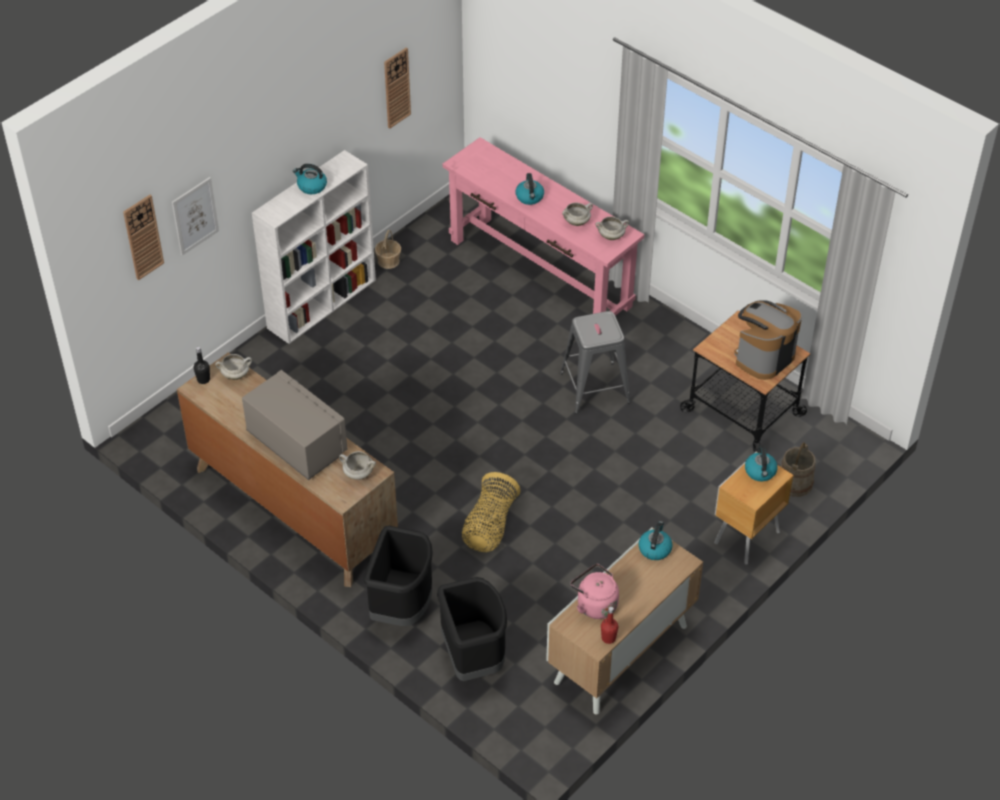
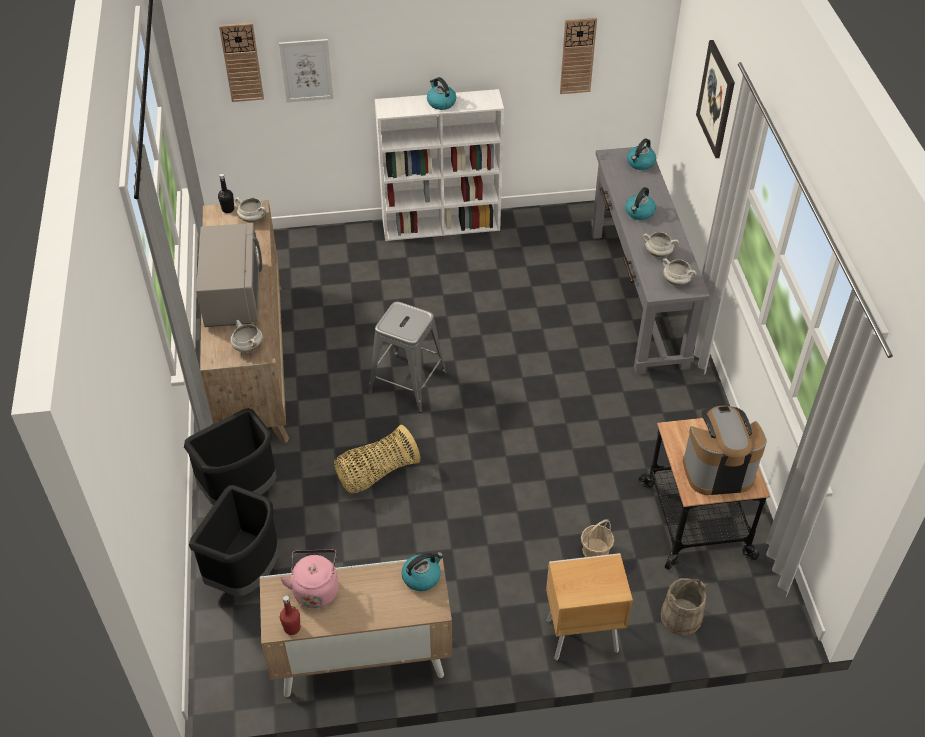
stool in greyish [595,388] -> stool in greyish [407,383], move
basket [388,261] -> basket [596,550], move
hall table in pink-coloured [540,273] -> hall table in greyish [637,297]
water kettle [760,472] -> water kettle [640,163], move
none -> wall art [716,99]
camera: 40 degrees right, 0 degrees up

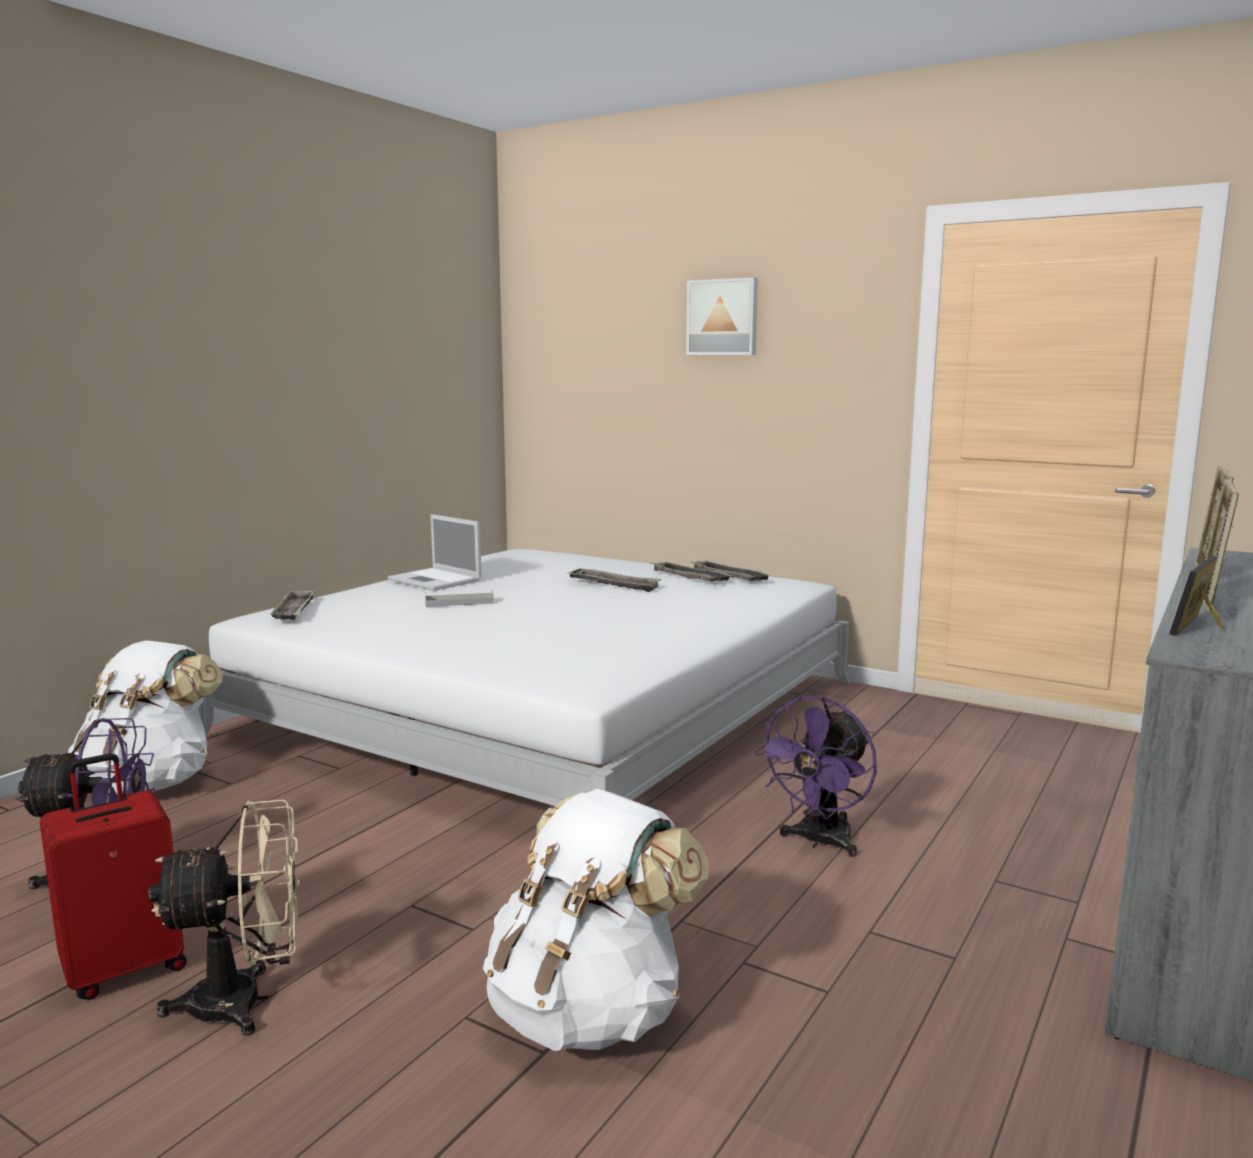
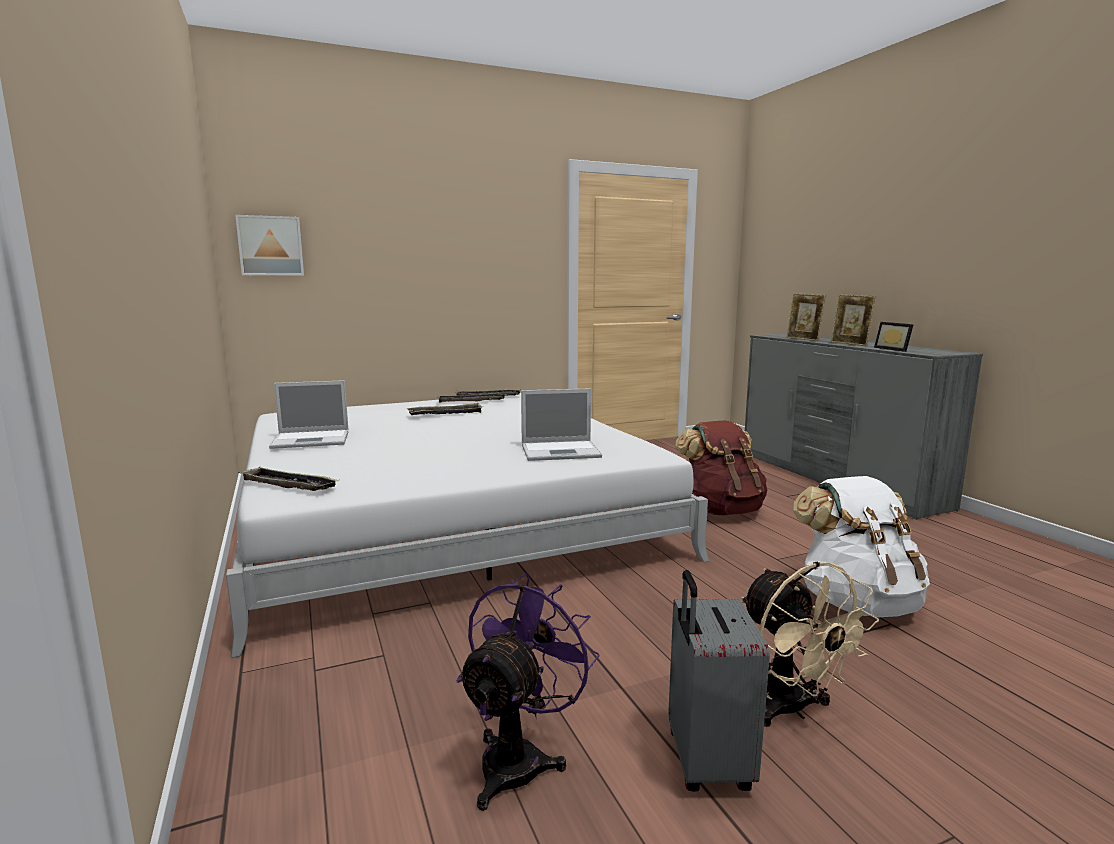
wall art [723,317] -> wall art [270,246], move
none -> portable computer [562,451]
suitcase in red [124,969] -> suitcase in greyish [705,762]
electric fan in purplish [819,842] -> knapsack in brown [720,510]
electric fan in beige [246,1002] -> electric fan in beige [791,709], 135 degrees clockwise
knapsack in whitish [150,783] -> none
serving tray in greyish [459,602] -> none
camera: 55 degrees left, 0 degrees up

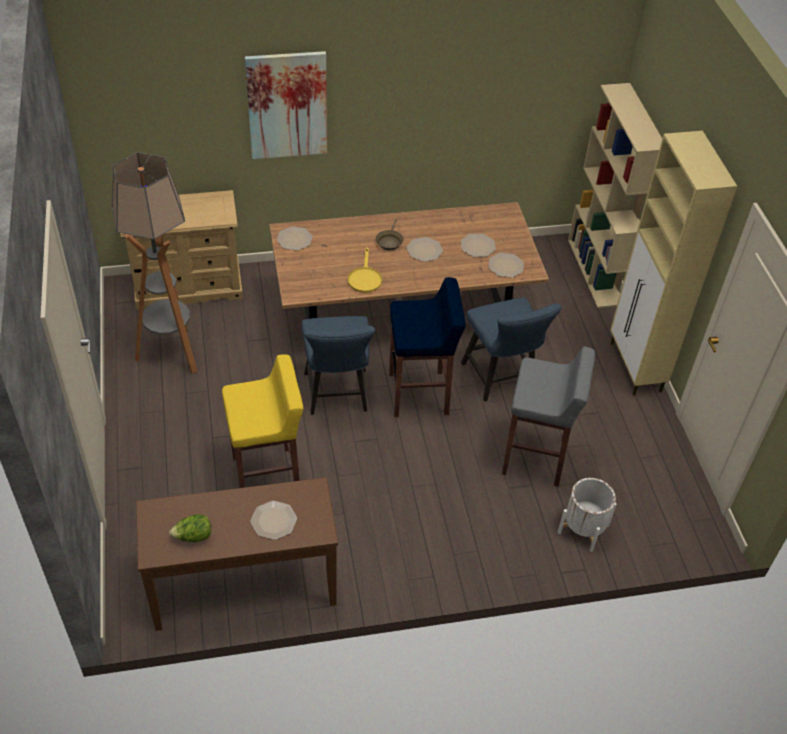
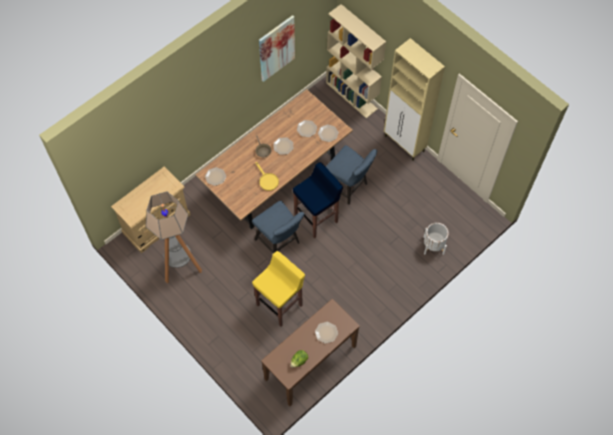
wall art [287,105] -> wall art [276,48], move
stool in greyish [535,457] -> none
camera: 30 degrees left, 15 degrees up

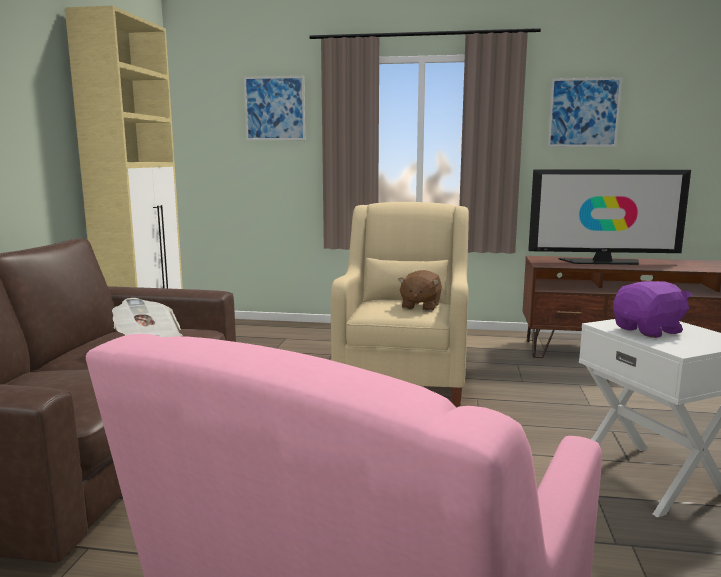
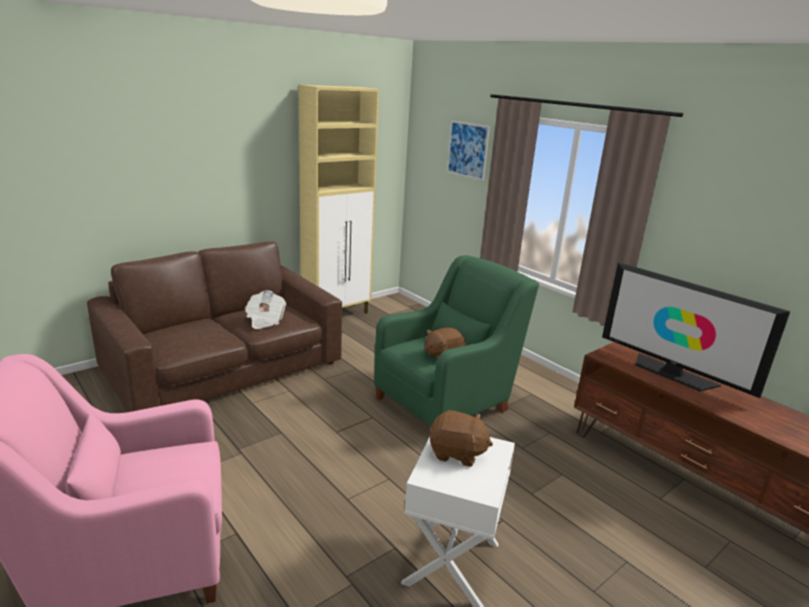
armchair in beige [403,376] -> armchair in green-coloured [446,402]
soft toy in purplish [649,330] -> soft toy in brown [457,453]
wall art [583,112] -> none
camera: 40 degrees right, 10 degrees up

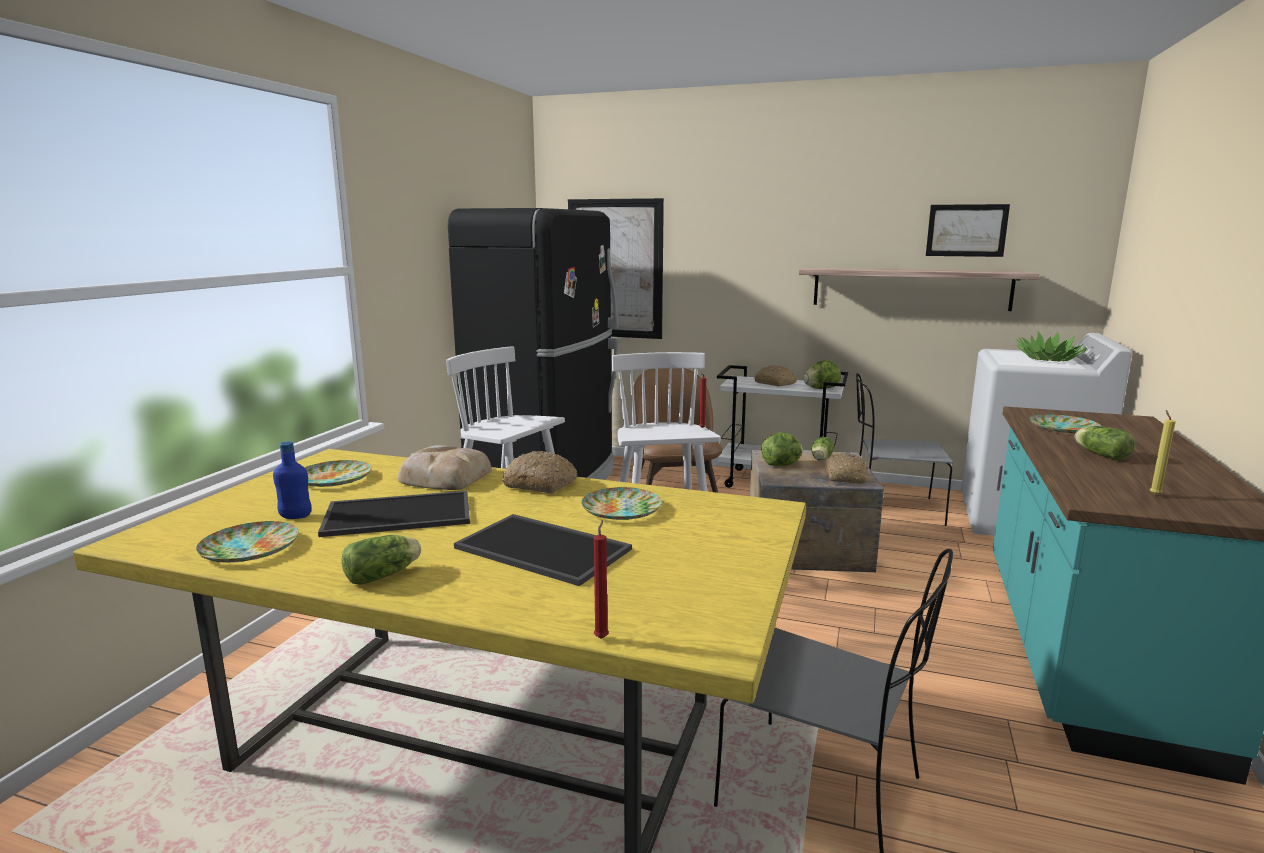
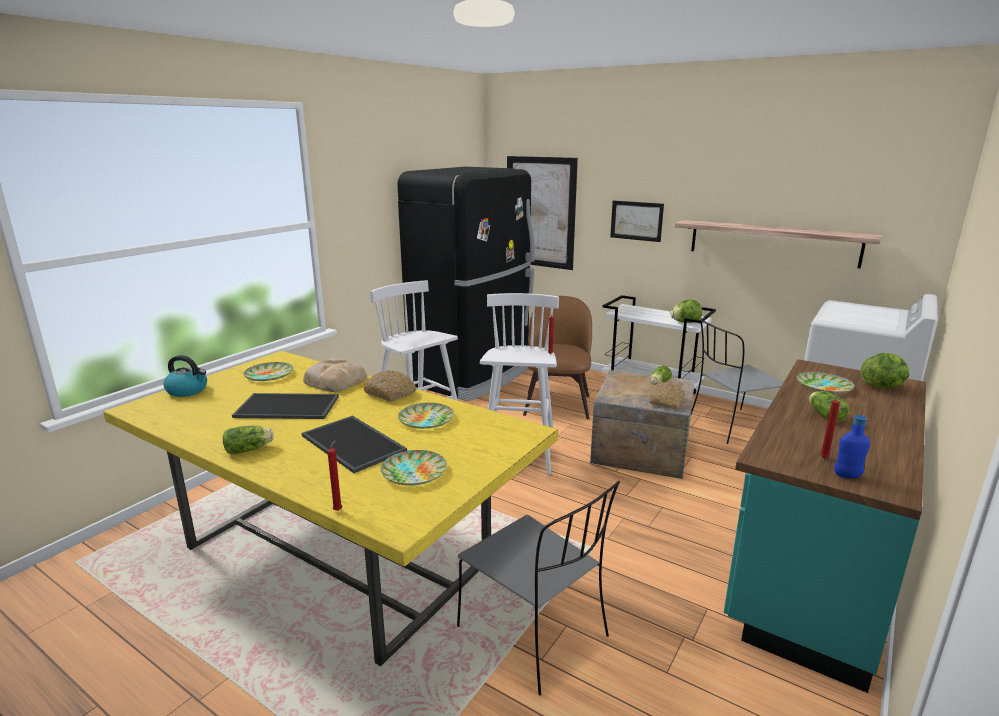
none -> water kettle [188,390]
plate [249,548] -> plate [413,472], move
wall art [966,230] -> wall art [636,220], move
chair in greyish [891,509] -> chair in greyish [732,426], 45 degrees counterclockwise
wax light in yellow [1154,494] -> wax light in red [824,457]
drink bottle in blue-coloured [295,516] -> drink bottle in blue-coloured [847,476], move
lettuce [782,465] -> lettuce [883,387], move
baked bread [775,383] -> none
plant in a pot [1048,359] -> none
camera: 15 degrees right, 5 degrees up

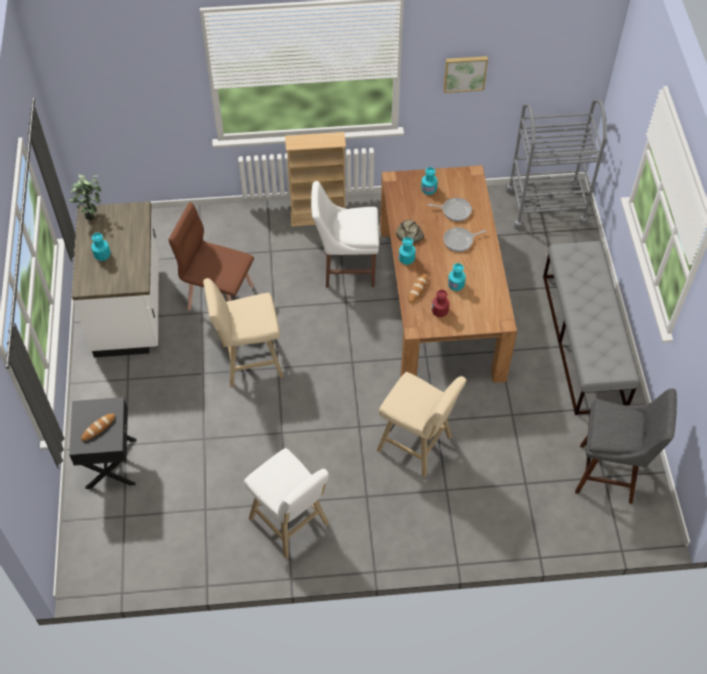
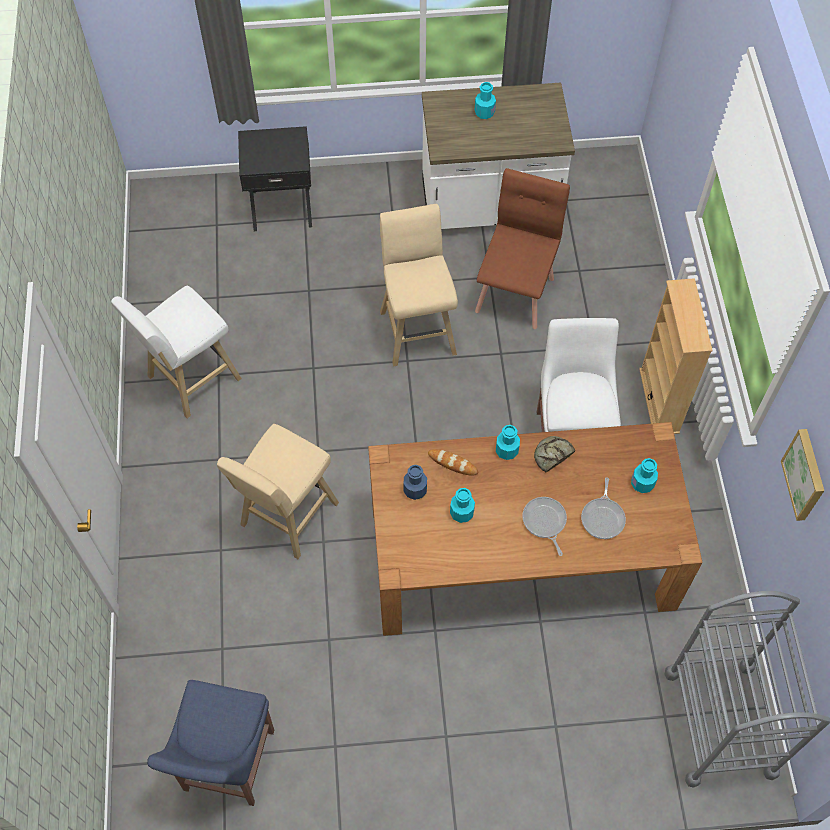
stool in greyish [610,474] -> chair in blue-coloured [227,765]
drink bottle in red [440,311] -> drink bottle in blue-coloured [415,490]
plant in a pot [91,213] -> none
baked bread [98,428] -> none
indoor bench in greyish [583,341] -> none
camera: 90 degrees right, 5 degrees up

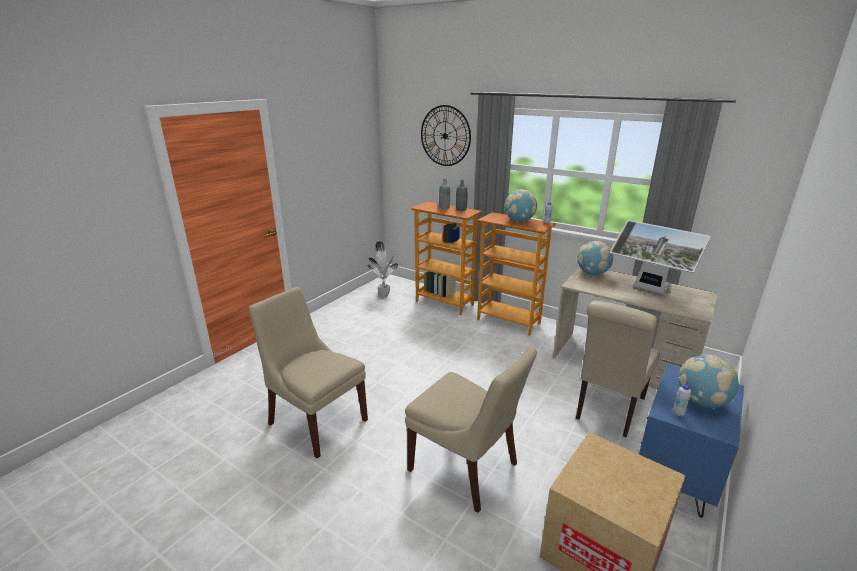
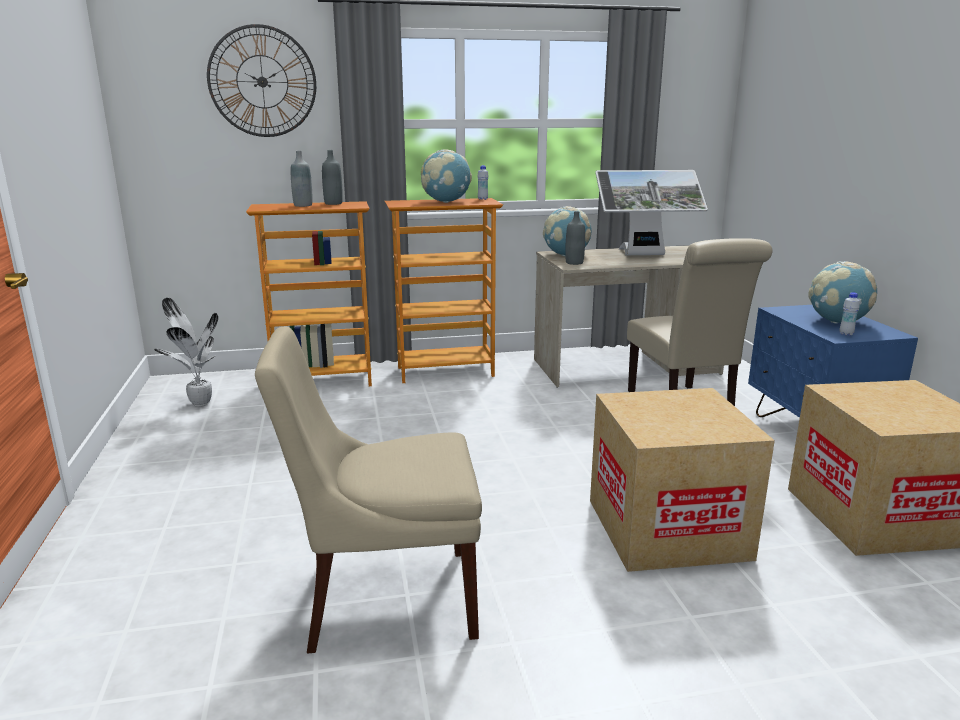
none -> drink bottle in greyish [574,263]
chair in beige [466,469] -> packing box [667,528]
camera: 45 degrees left, 5 degrees down

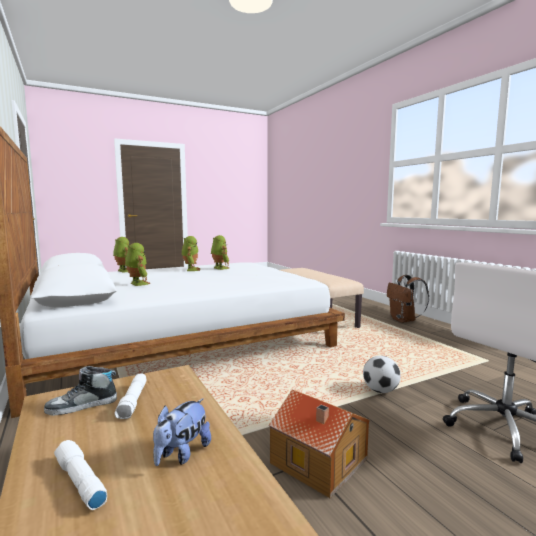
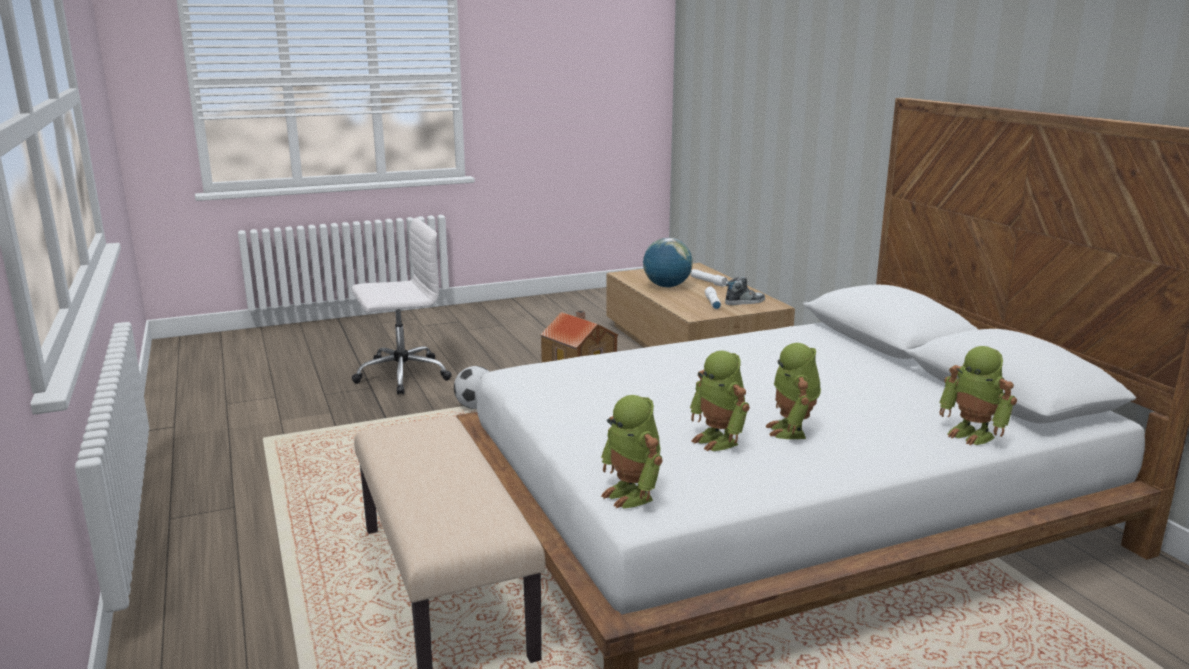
toy robot [137,284] -> toy robot [632,495], move
soft toy [182,454] -> desk globe [667,286]
knapsack in brown [404,320] -> none
camera: 175 degrees left, 10 degrees up

